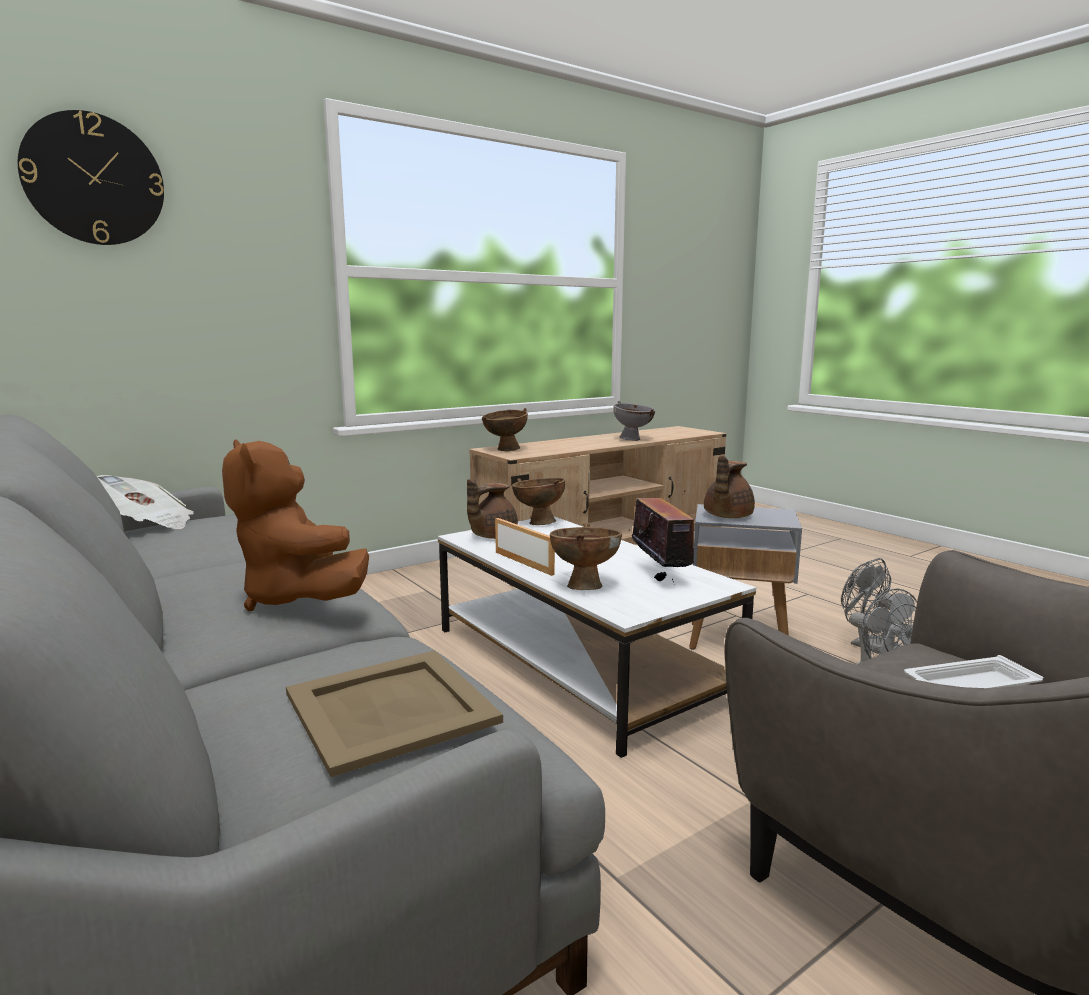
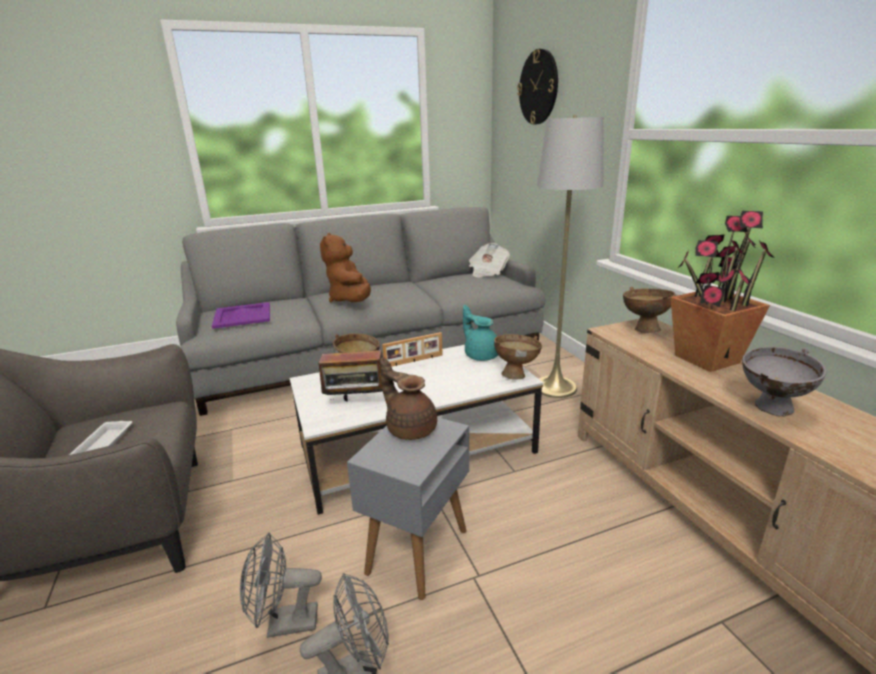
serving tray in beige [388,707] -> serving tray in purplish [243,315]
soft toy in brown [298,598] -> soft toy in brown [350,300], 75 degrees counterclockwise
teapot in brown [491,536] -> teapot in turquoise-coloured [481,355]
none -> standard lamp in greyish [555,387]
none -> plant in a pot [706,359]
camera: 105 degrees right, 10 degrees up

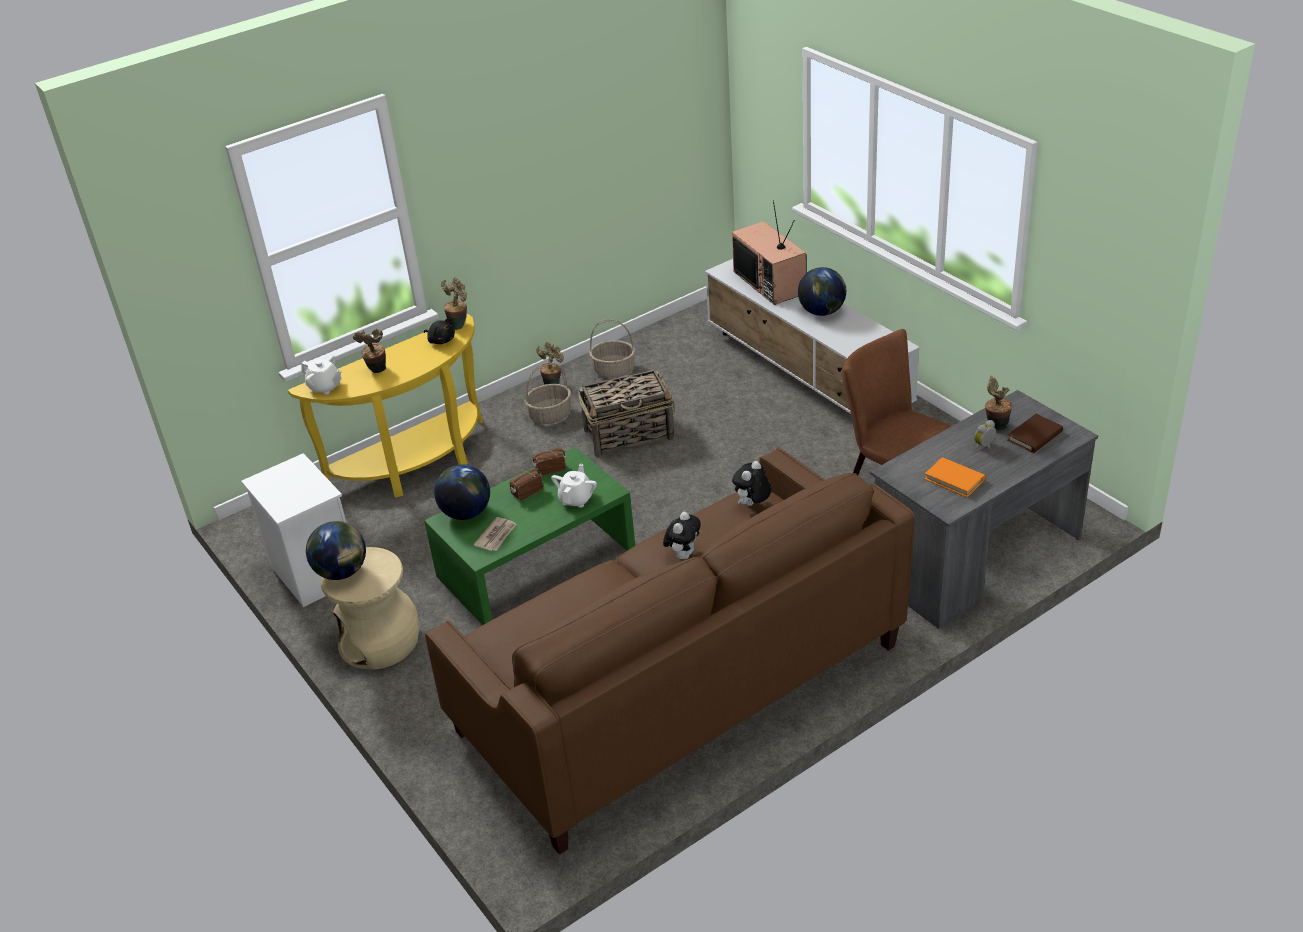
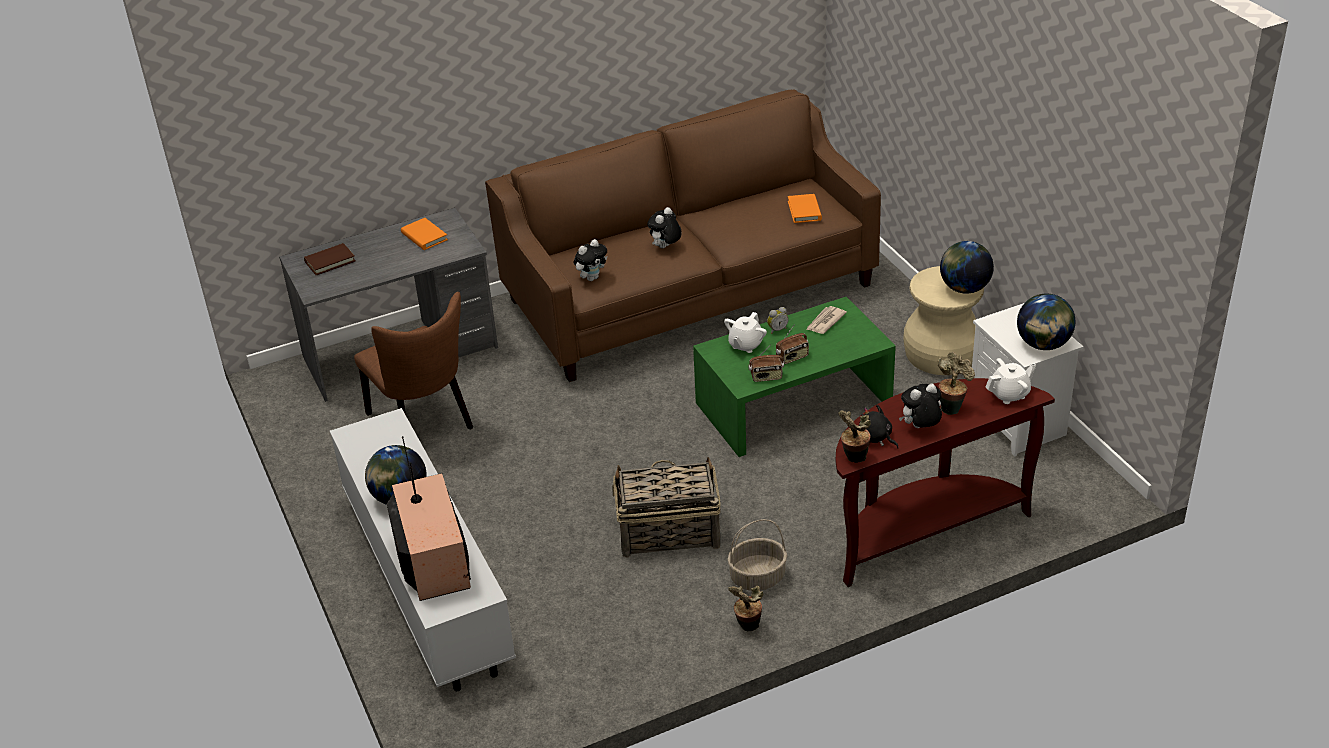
alarm clock [985,447] -> alarm clock [777,329], move
none -> volume in orangey [804,211]
hall table in yellow [416,466] -> hall table in brown [924,531]
none -> soft toy [920,428]
teapot in whitish [325,387] -> teapot in whitish [1009,394], 120 degrees clockwise
desk globe [466,513] -> desk globe [1043,344], move
basket [614,369] -> none
plant in a pot [995,425] -> none
camera: 170 degrees left, 0 degrees up

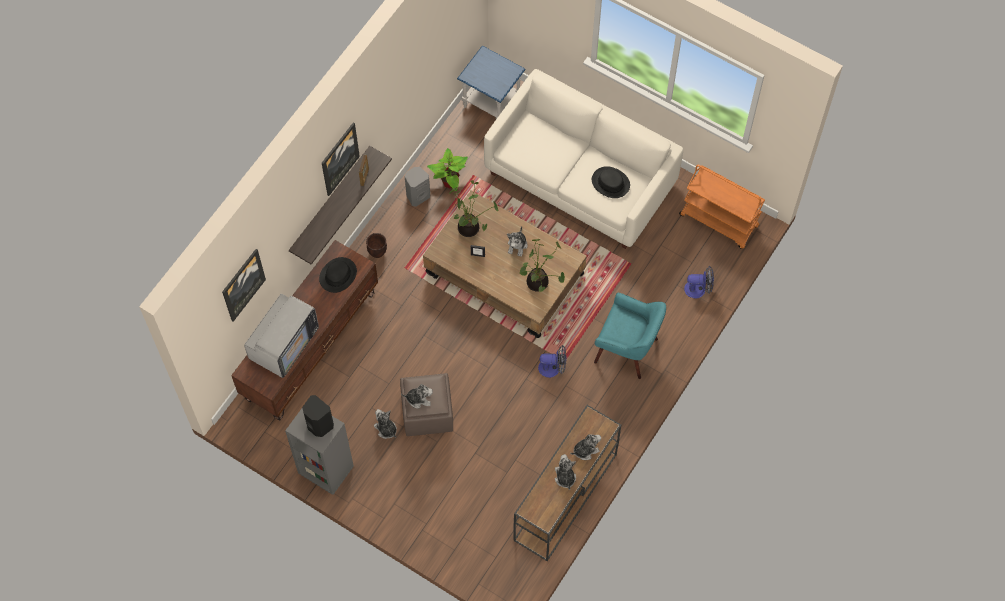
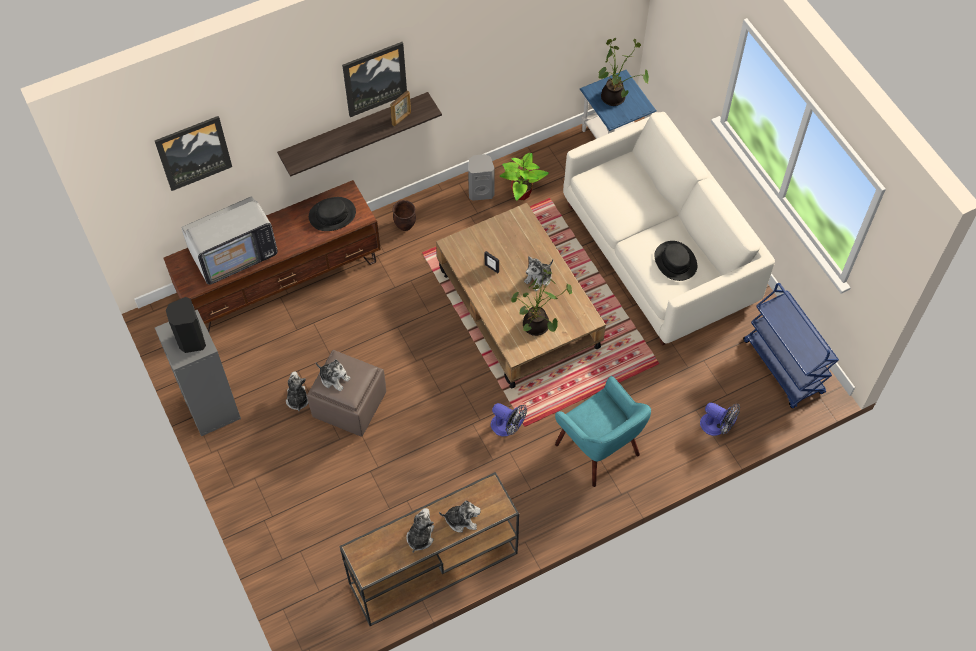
plant in a pot [470,227] -> plant in a pot [615,98], move
wheeled cart in orangey [719,221] -> wheeled cart in blue-coloured [784,367]
camera: 30 degrees right, 5 degrees down

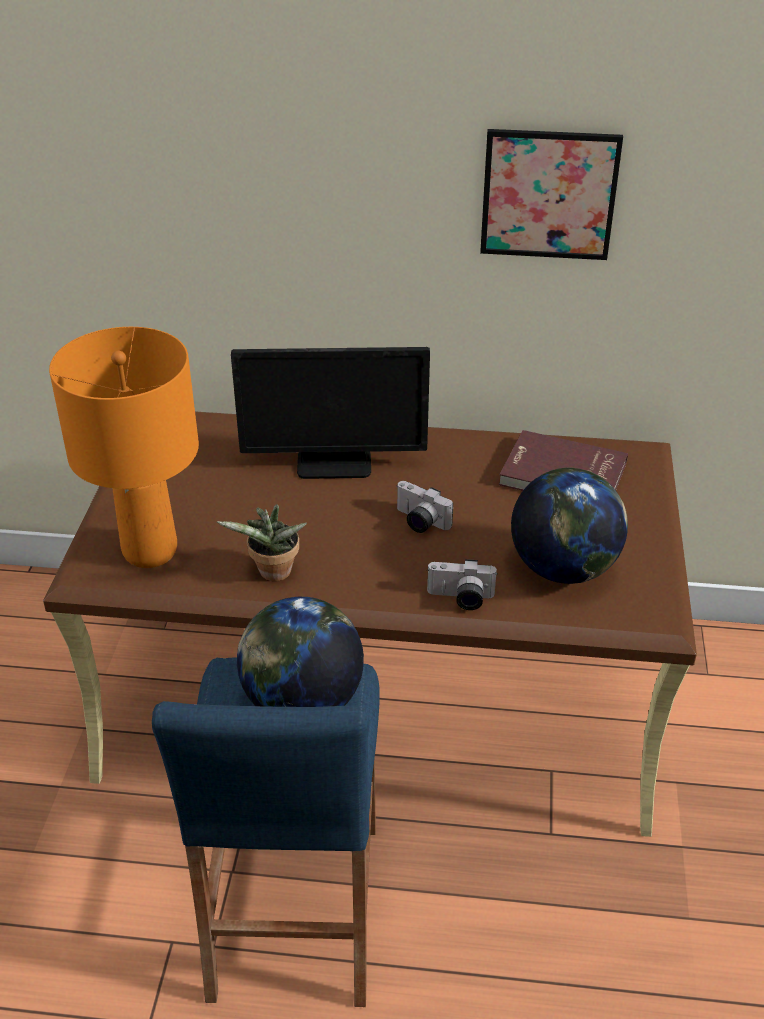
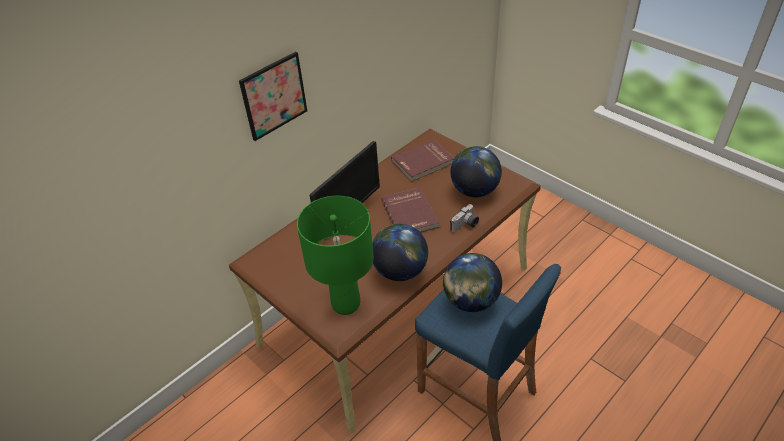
wall art [549,194] -> wall art [274,96], move
table lamp in orangey [150,552] -> table lamp in green-coloured [346,304]
plant in a pot [273,574] -> desk globe [400,271]
still camera [419,522] -> volume in red [411,214]
camera: 50 degrees left, 5 degrees up

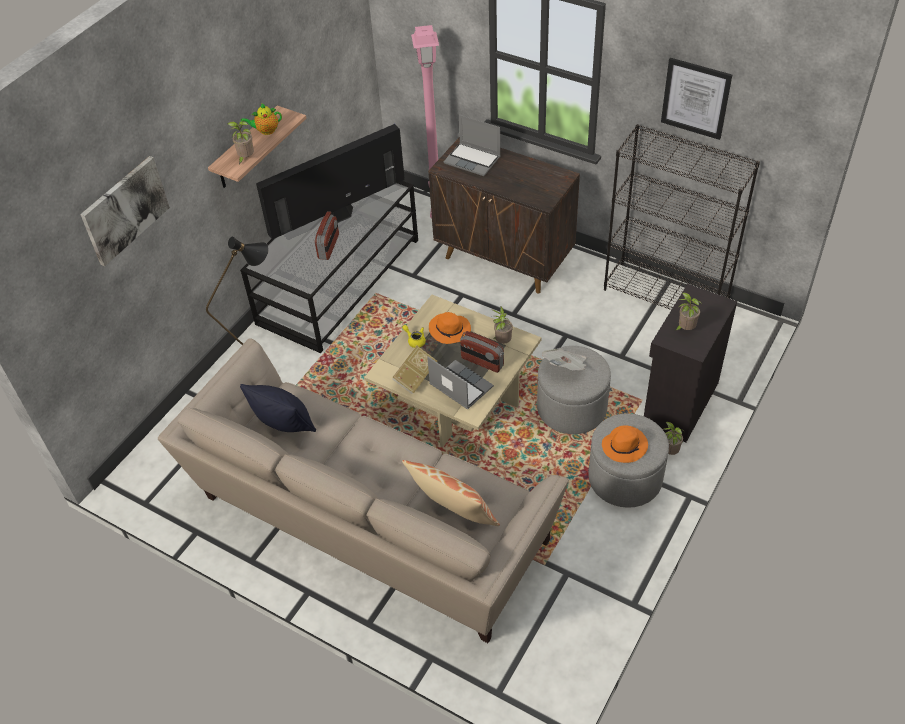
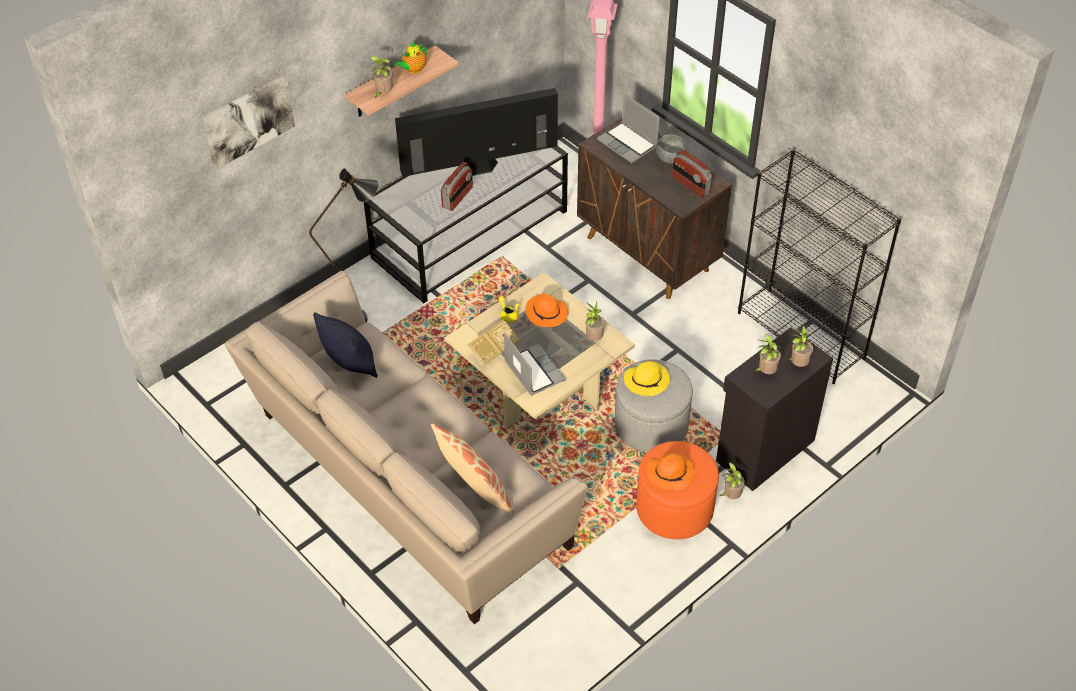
teapot [266,131] -> teapot [413,70], 45 degrees counterclockwise
printed paper [566,367] -> clothing hat in yellow [647,380]
ottoman in greyish [625,478] -> ottoman in orangey [674,508]
none -> deep dish in greyish [670,159]
radio set [482,362] -> radio set [690,185], move
none -> plant in a pot [798,364]
wall art [695,98] -> none
camera: 15 degrees right, 0 degrees up

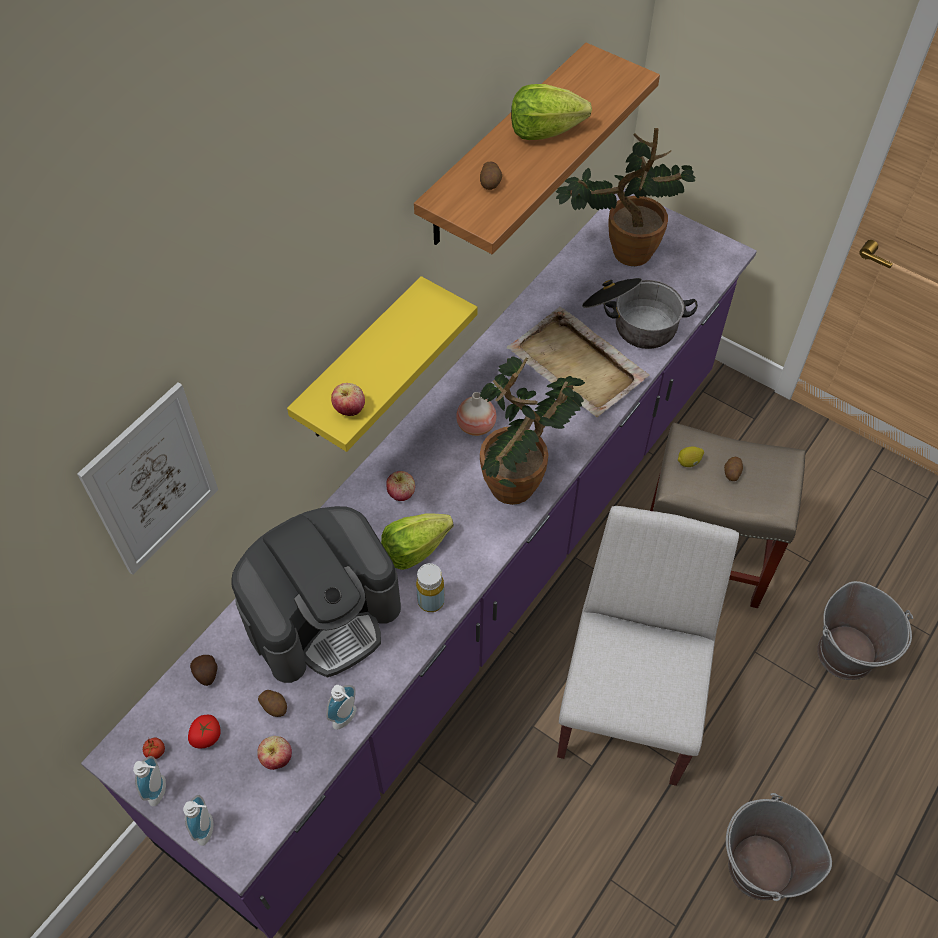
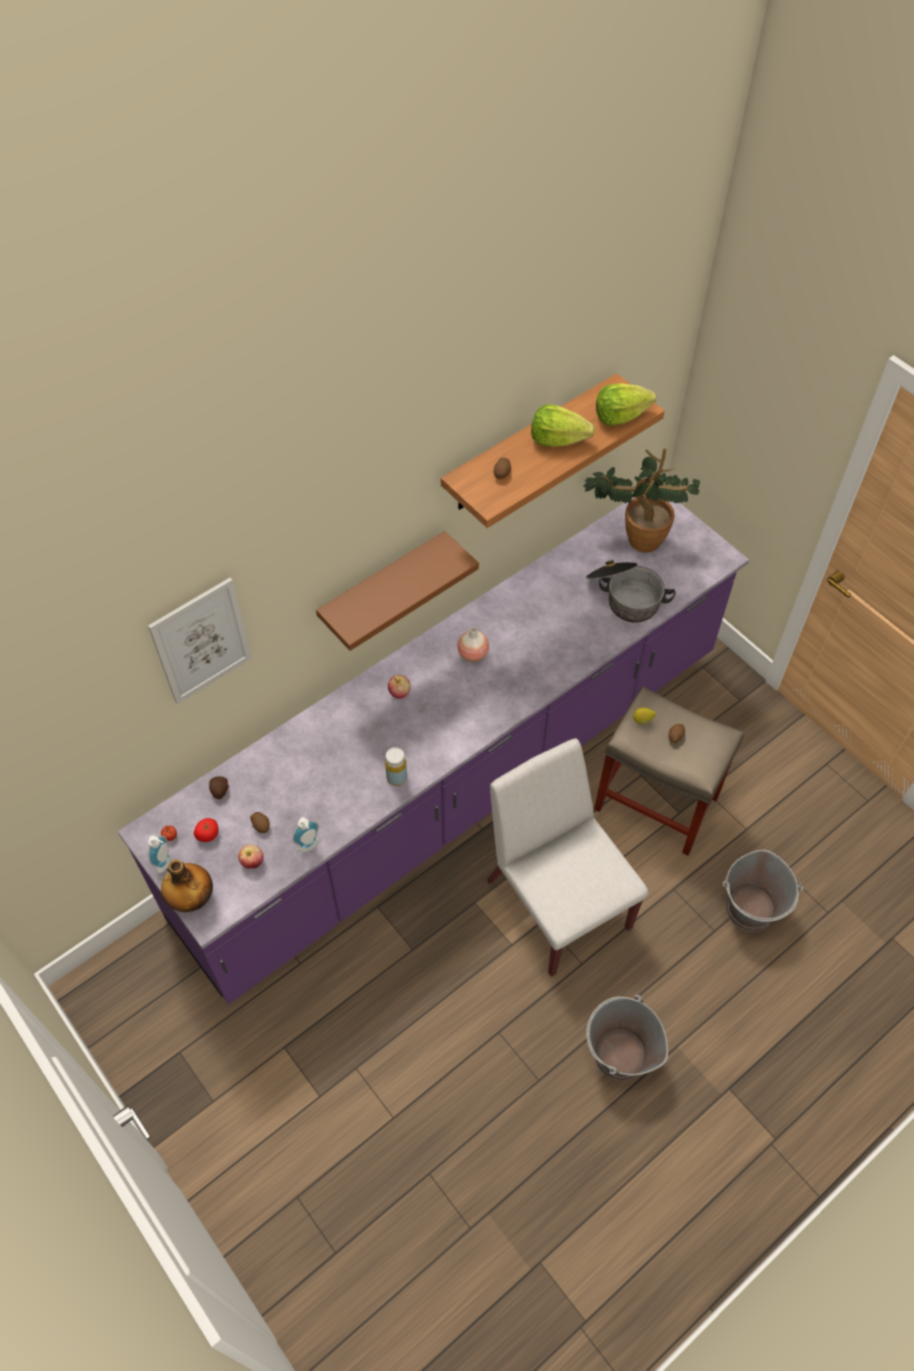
soap dispenser [209,829] -> drink bottle [192,898]
bracket shelf in yellow [359,364] -> bracket shelf in brown [383,587]
chair in whitish [628,701] -> chair in whitish [557,902], 60 degrees counterclockwise
lettuce [414,549] -> lettuce [620,416], move
coffee brewer [323,615] -> none
whole apple [349,409] -> none
plant in a pot [522,480] -> none
serving tray in beige [577,366] -> none
camera: 15 degrees right, 0 degrees up

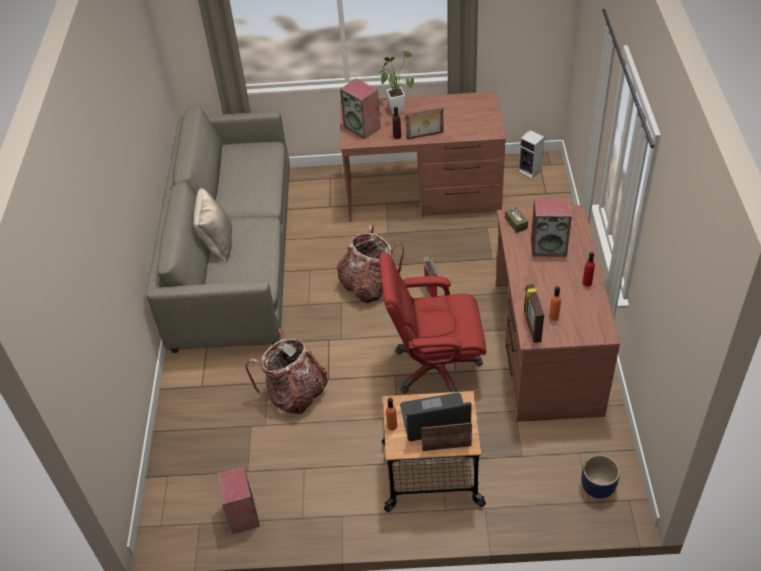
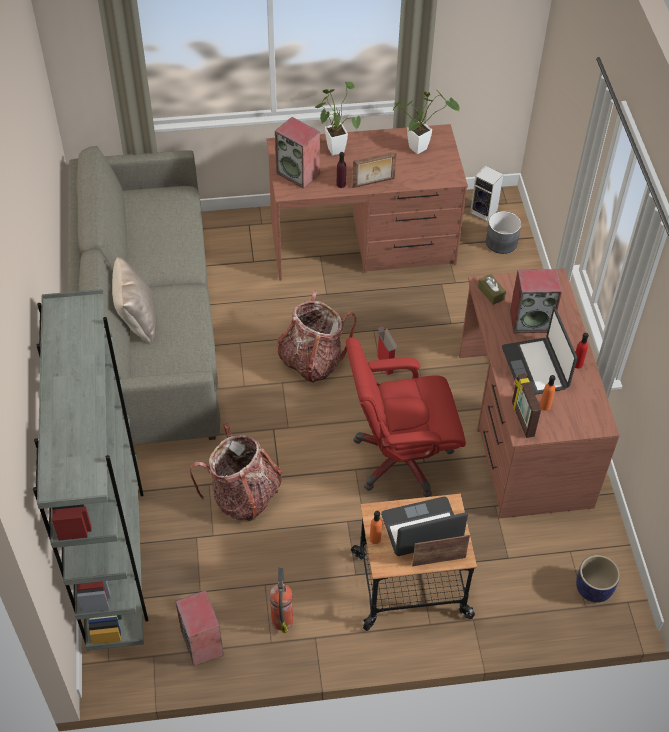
none -> bookcase in greyish [115,557]
none -> fire-fighting cylinder [282,619]
none -> plant in a pot [421,147]
none -> planter in greyish [501,242]
none -> portable computer [536,368]
camera: 10 degrees left, 5 degrees up

